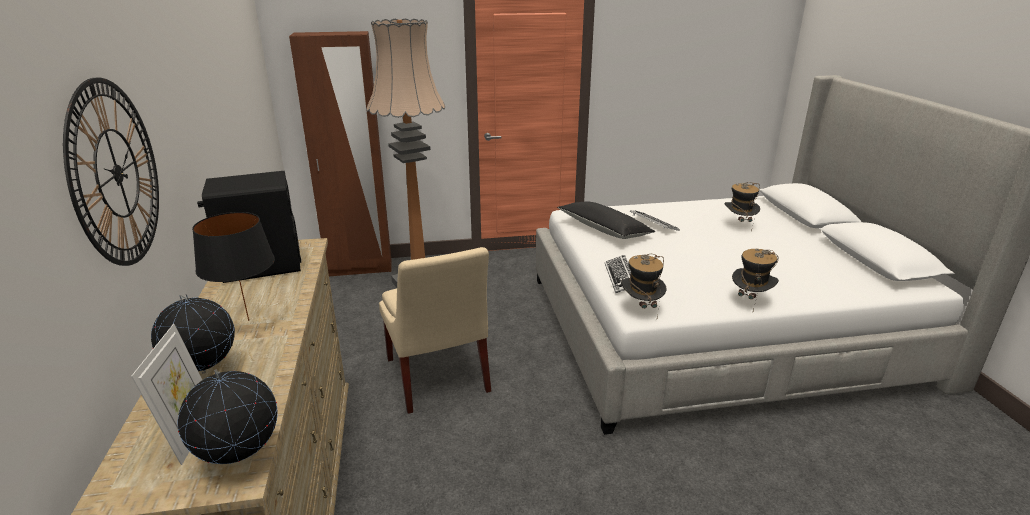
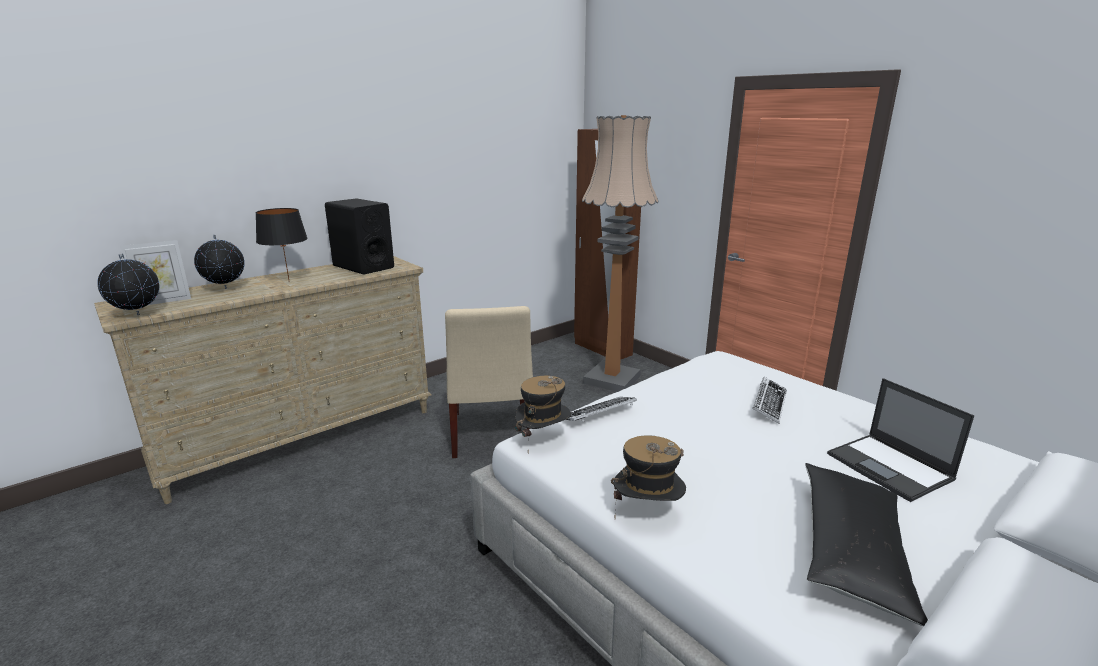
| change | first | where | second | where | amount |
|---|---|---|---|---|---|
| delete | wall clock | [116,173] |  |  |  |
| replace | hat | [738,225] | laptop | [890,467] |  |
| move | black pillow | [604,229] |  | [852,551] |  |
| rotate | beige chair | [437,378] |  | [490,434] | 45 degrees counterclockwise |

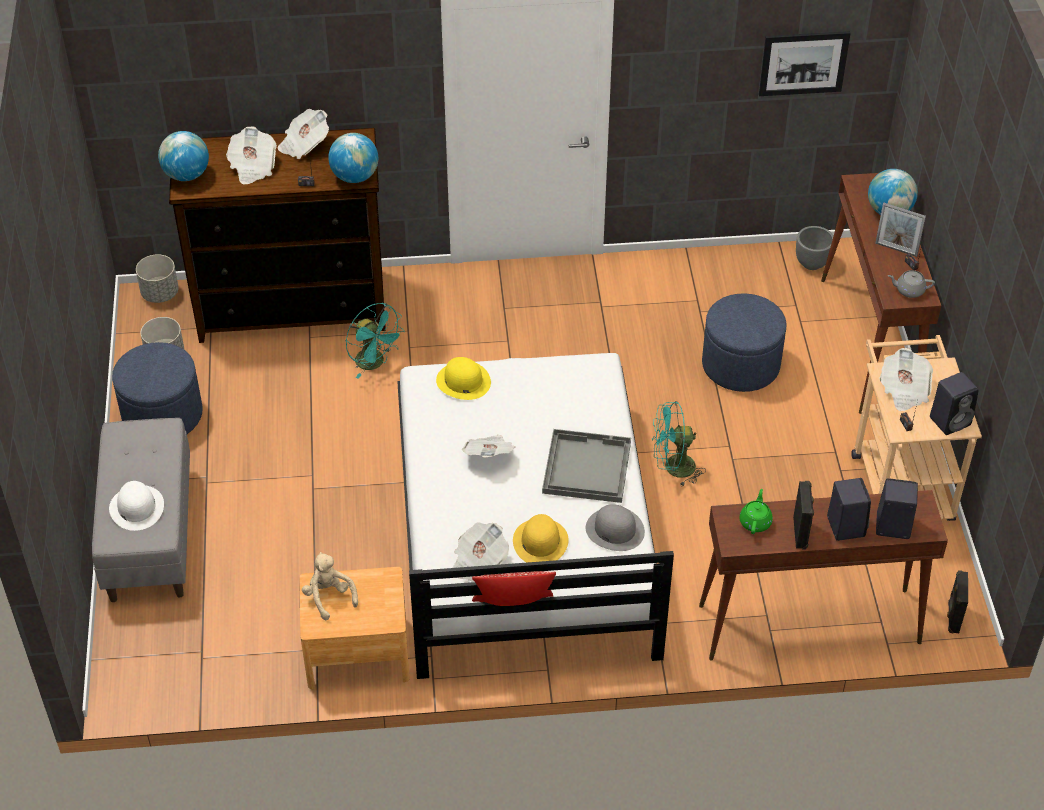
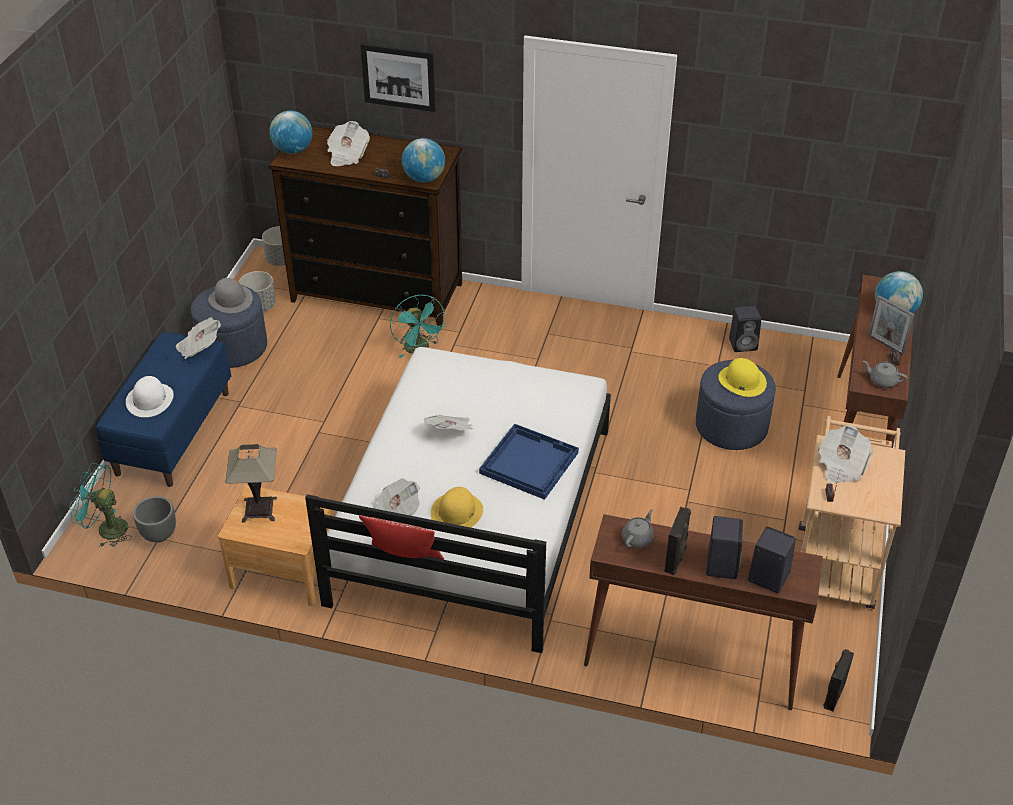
| change | first | where | second | where | amount |
|---|---|---|---|---|---|
| move | picture | [803,63] |  | [398,77] |  |
| move | newspaper | [304,145] |  | [199,347] |  |
| move | grey planter | [811,263] |  | [159,535] |  |
| move | yellow hat | [463,381] |  | [742,380] |  |
| move | black speaker | [950,420] |  | [744,344] |  |
| move | turquoise fan | [673,468] |  | [106,529] |  |
| recolor | grey bench | [149,533] | blue bench | [173,432] |  |
| recolor | grey tray | [586,467] | blue tray | [528,462] |  |
| recolor | green teapot | [755,521] | grey teapot | [638,538] |  |
| move | grey hat | [615,530] |  | [230,299] |  |
| replace | beige plush toy | [329,597] | table lamp | [259,509] |  |

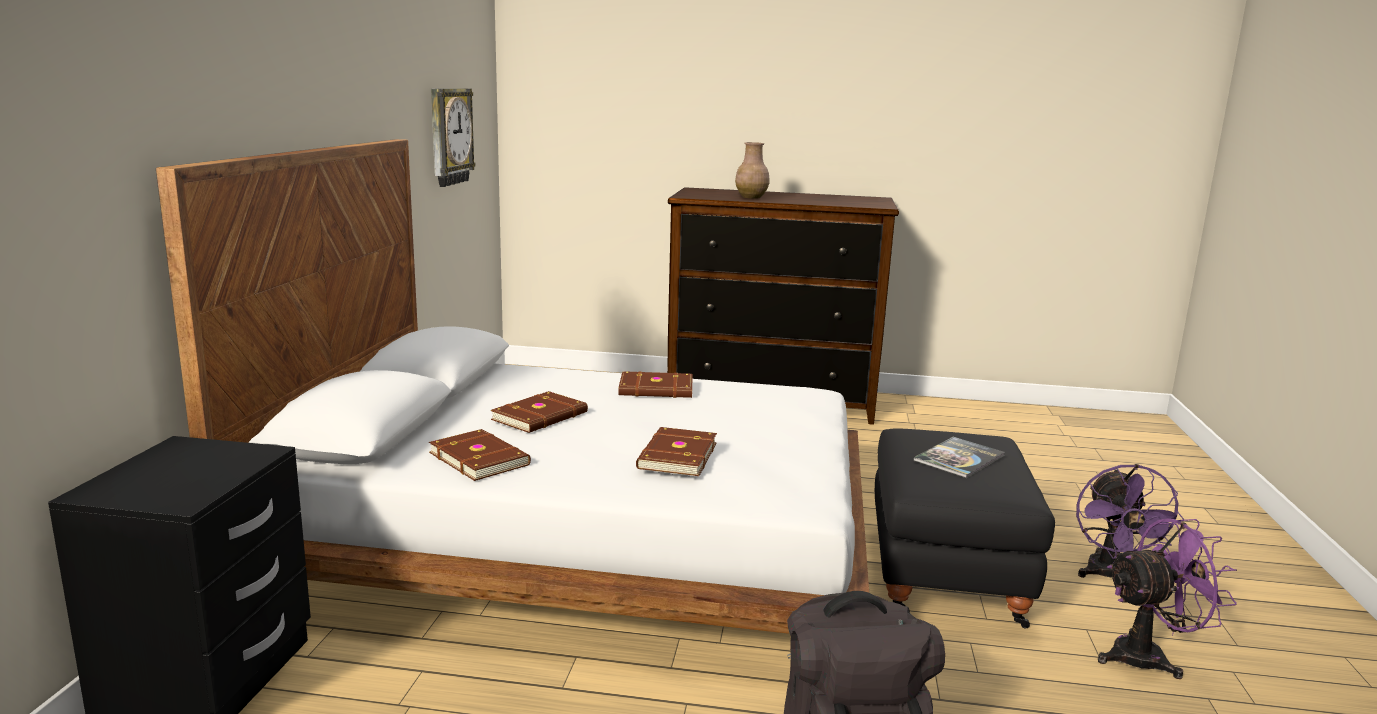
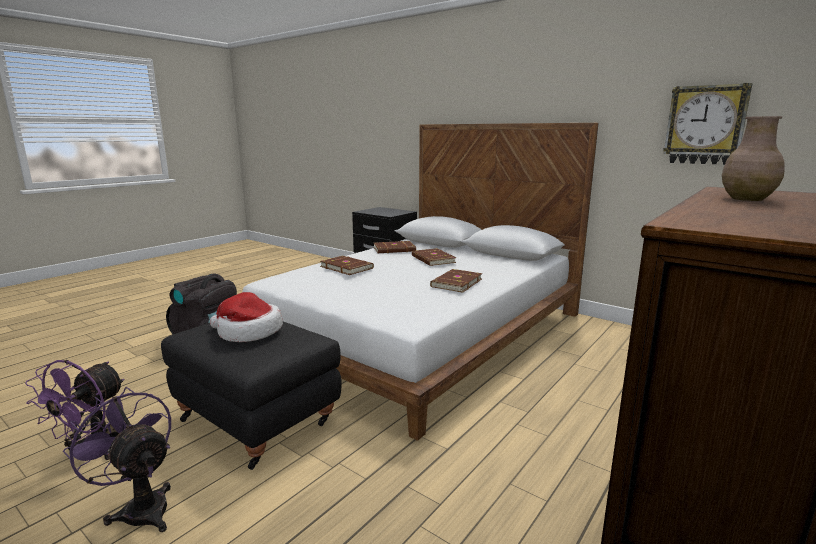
| change | first | where | second | where | amount |
|---|---|---|---|---|---|
| replace | book | [959,458] | hat | [248,332] |  |

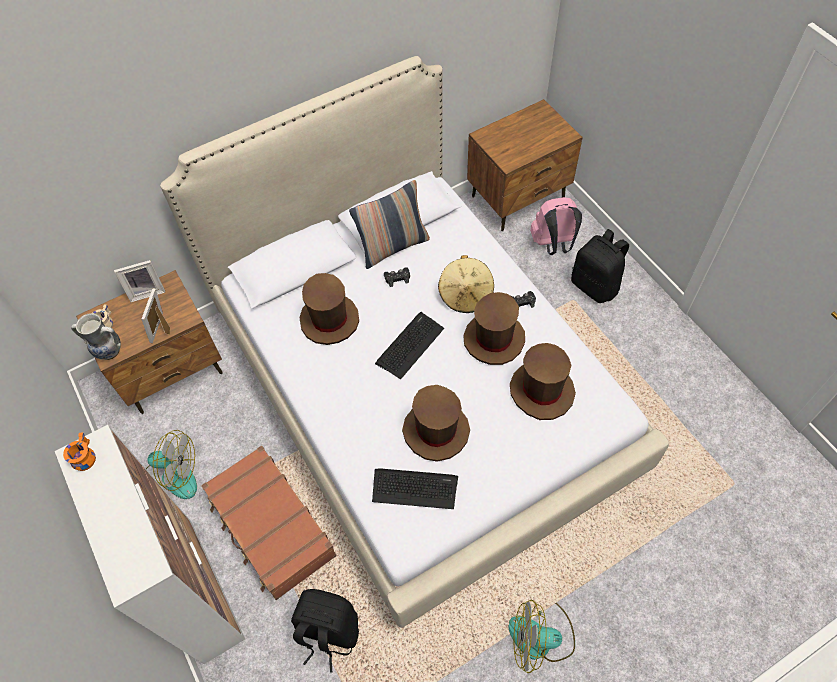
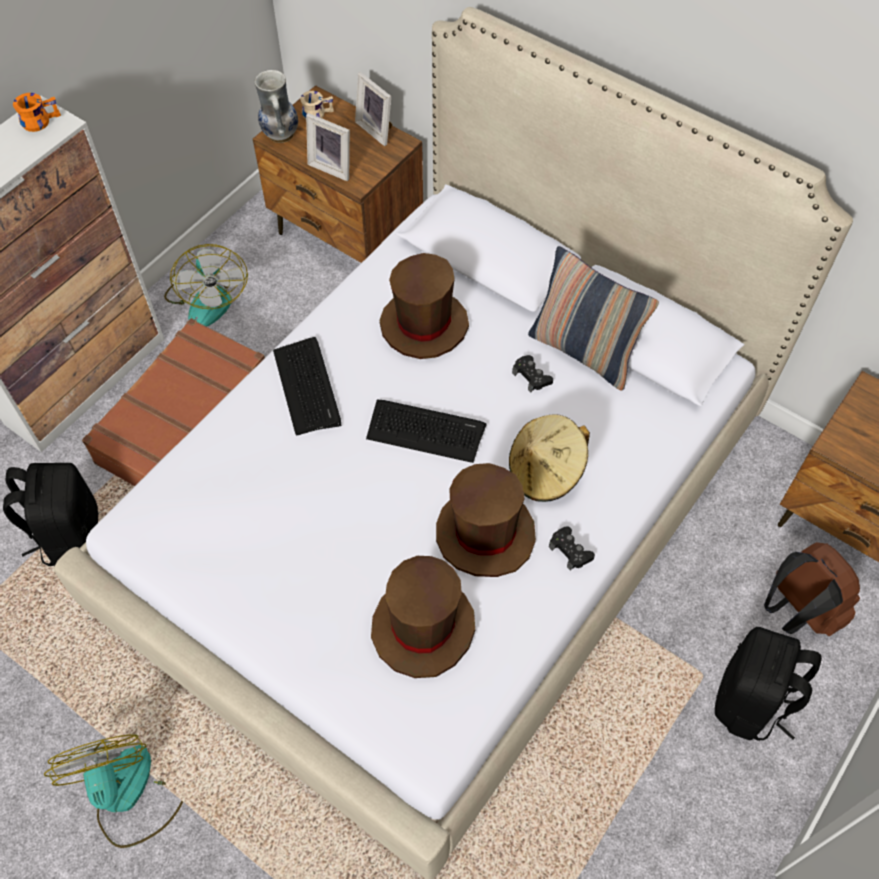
| change | first | where | second | where | amount |
|---|---|---|---|---|---|
| recolor | pink backpack | [553,244] | brown backpack | [797,611] |  |
| rotate | picture frame | [163,328] |  | [333,166] | 135 degrees counterclockwise |
| delete | brown hat | [436,431] |  |  |  |
| move | keyboard | [414,488] |  | [307,387] |  |

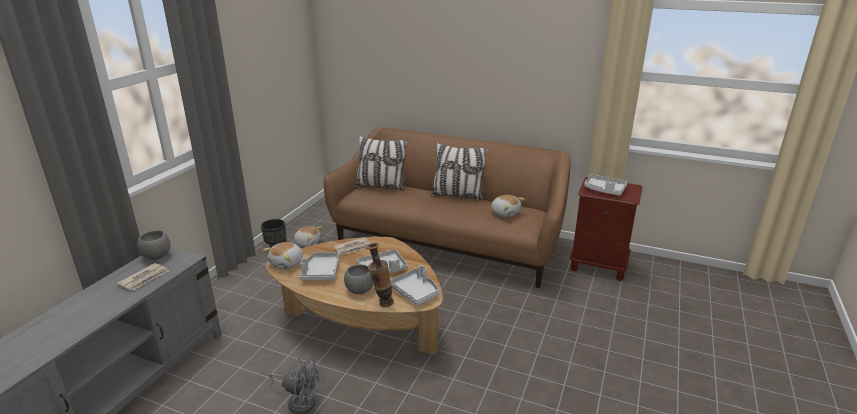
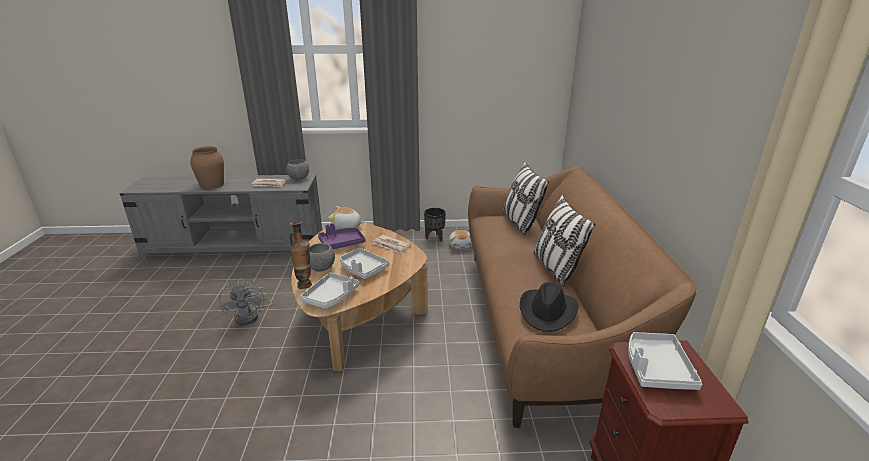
| change | first | where | second | where | amount |
|---|---|---|---|---|---|
| replace | plush toy | [505,213] | black hat | [548,311] |  |
| recolor | grey tray | [320,272] | purple tray | [341,243] |  |
| insert |  |  | brown vase | [212,185] |  |

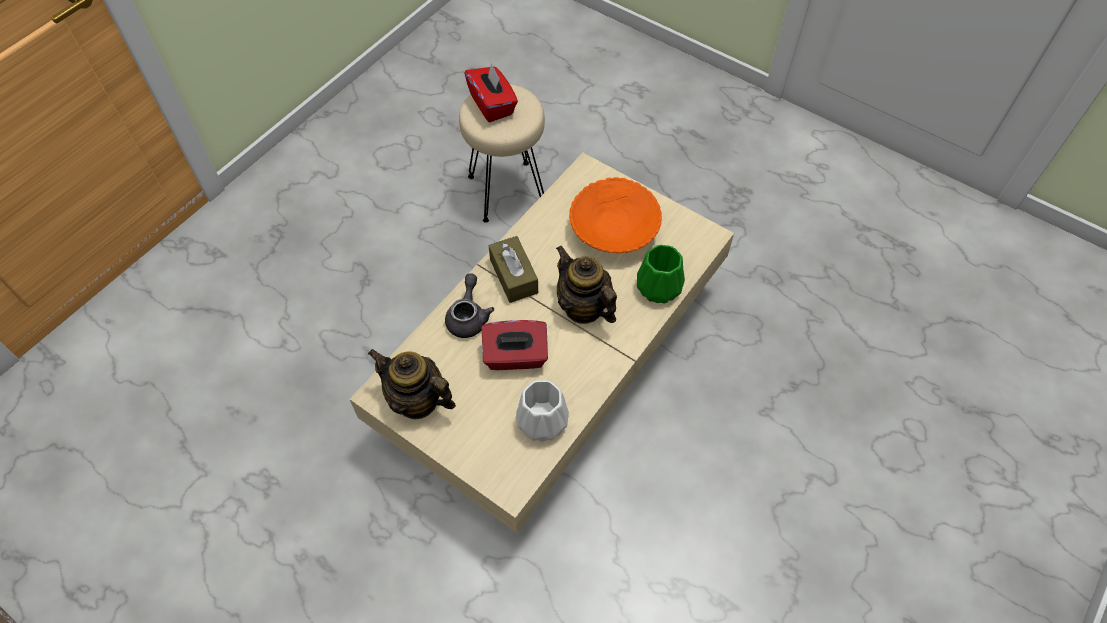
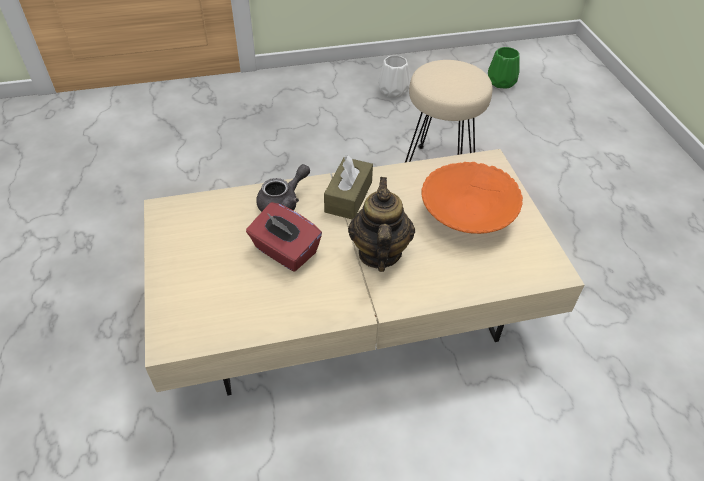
| change | first | where | second | where | amount |
|---|---|---|---|---|---|
| delete | red tissue box | [492,105] |  |  |  |
| move | green vase | [659,287] |  | [502,82] |  |
| delete | teapot | [417,400] |  |  |  |
| move | white vase | [542,423] |  | [392,91] |  |

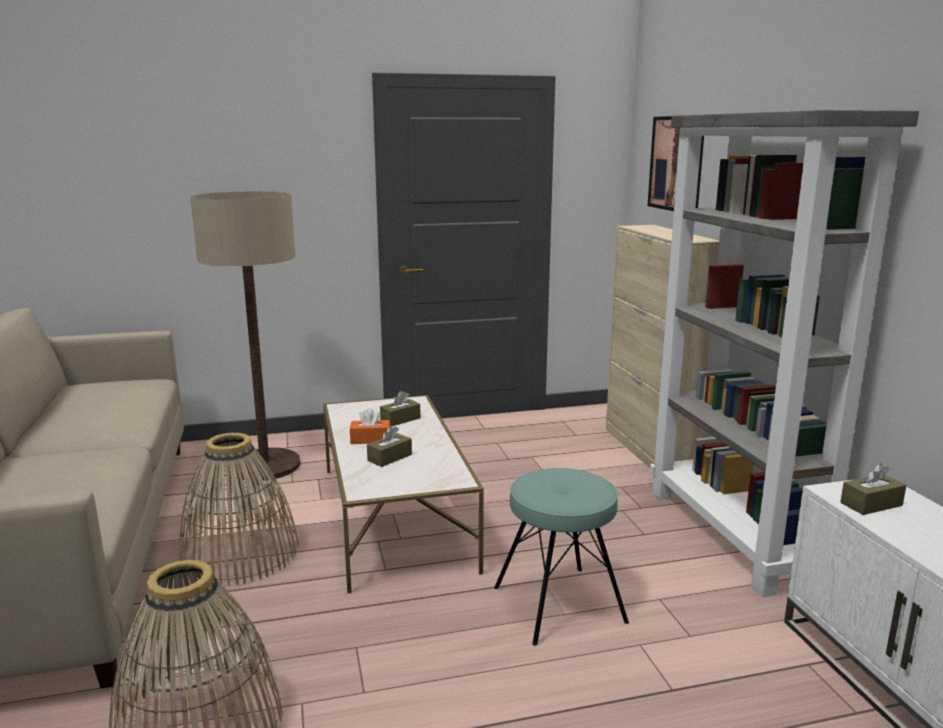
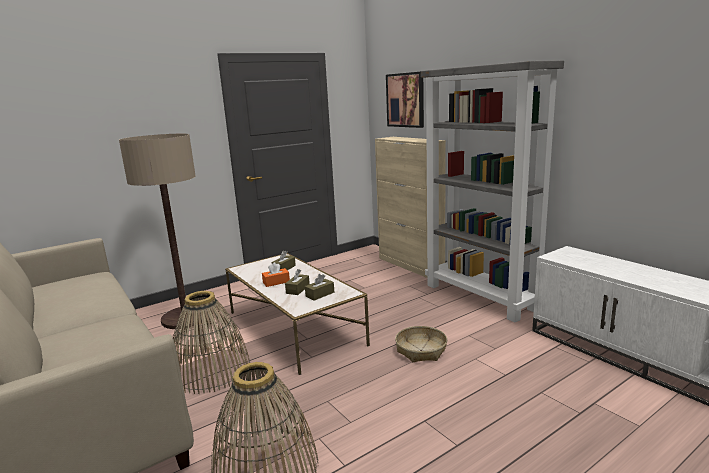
| change | first | where | second | where | amount |
|---|---|---|---|---|---|
| move | brown tissue box | [871,504] |  | [320,294] |  |
| replace | turquoise stool | [558,604] | basket | [421,350] |  |

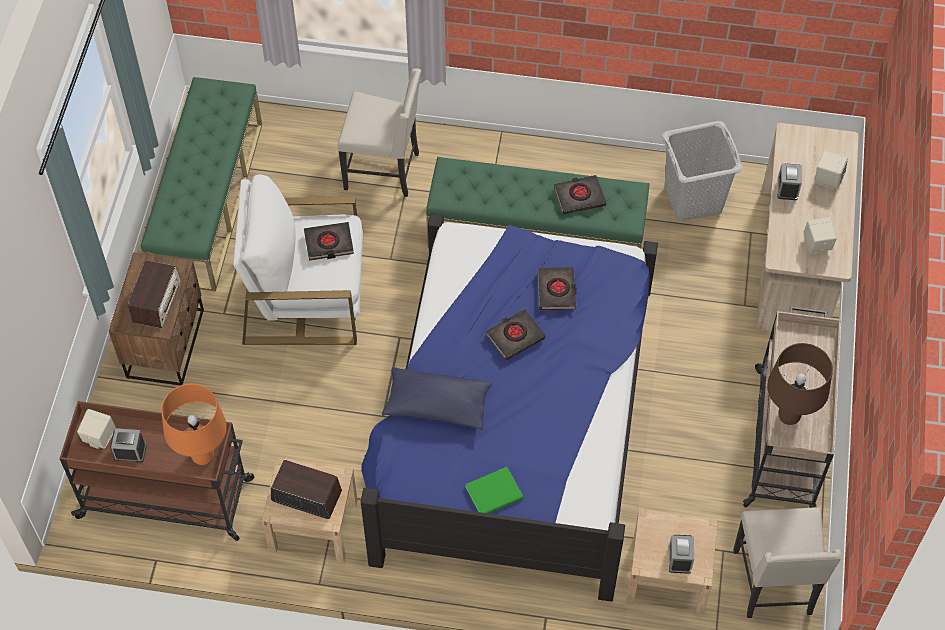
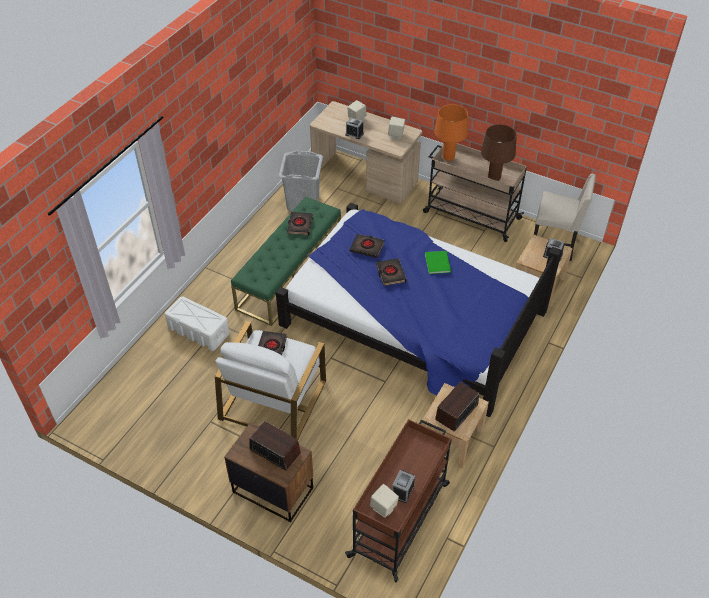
| change | first | where | second | where | amount |
|---|---|---|---|---|---|
| replace | beige chair | [384,170] | white storage box | [199,331] |  |
| delete | green bench | [208,201] |  |  |  |
| delete | blue pillow | [437,405] |  |  |  |
| move | orange table lamp | [202,457] |  | [448,158] |  |
| move | green book | [496,493] |  | [438,262] |  |

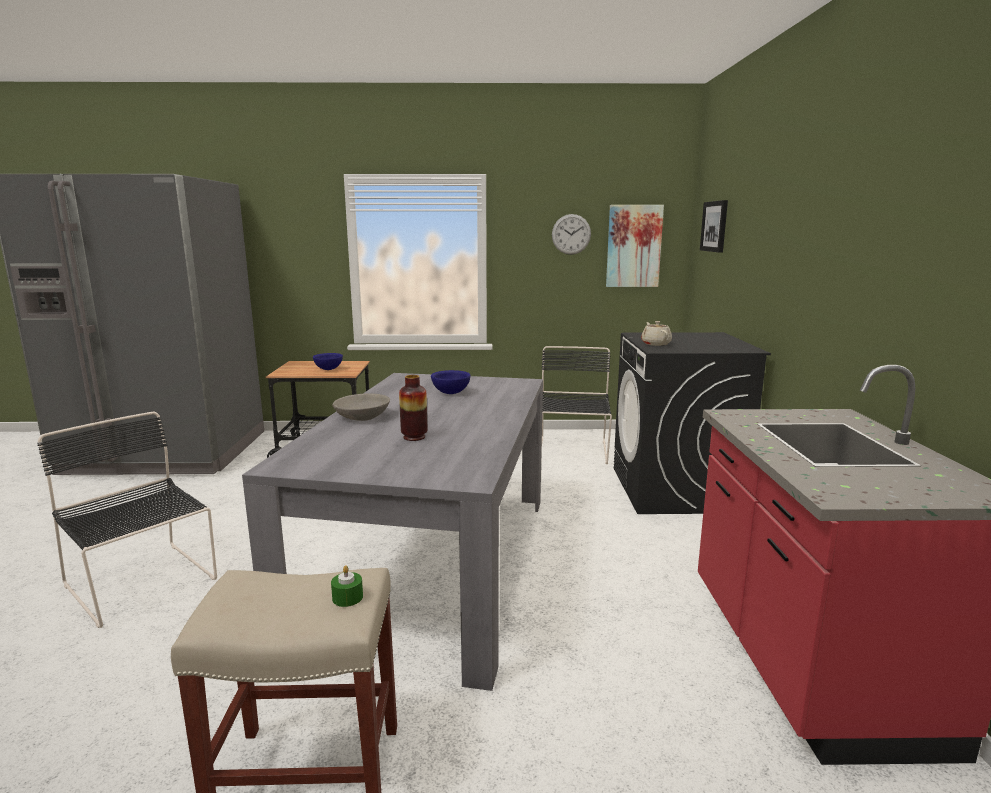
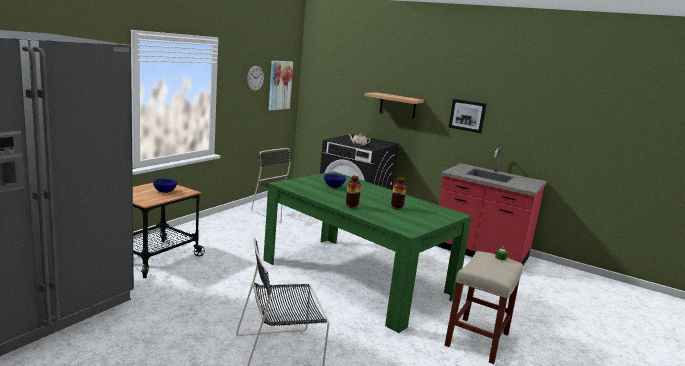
| change | first | where | second | where | amount |
|---|---|---|---|---|---|
| move | picture | [715,226] |  | [467,115] |  |
| recolor | grey dining table | [433,564] | green dining table | [357,278] |  |
| replace | grey bowl | [362,416] | vase | [351,206] |  |
| insert |  |  | shelf | [397,105] |  |

